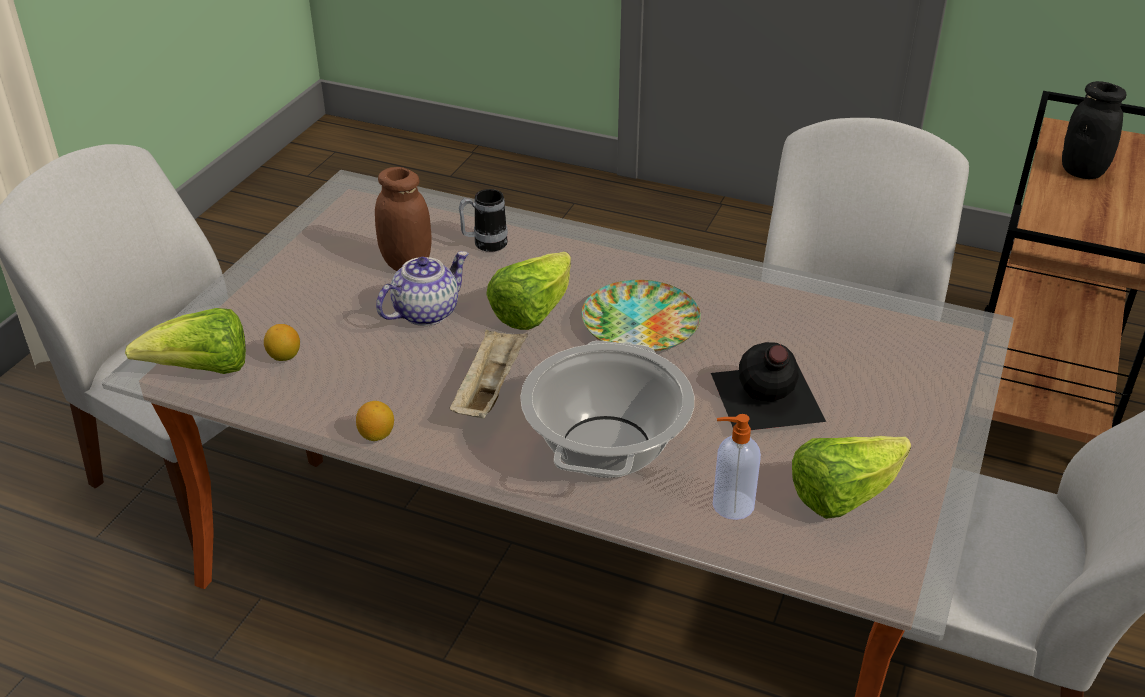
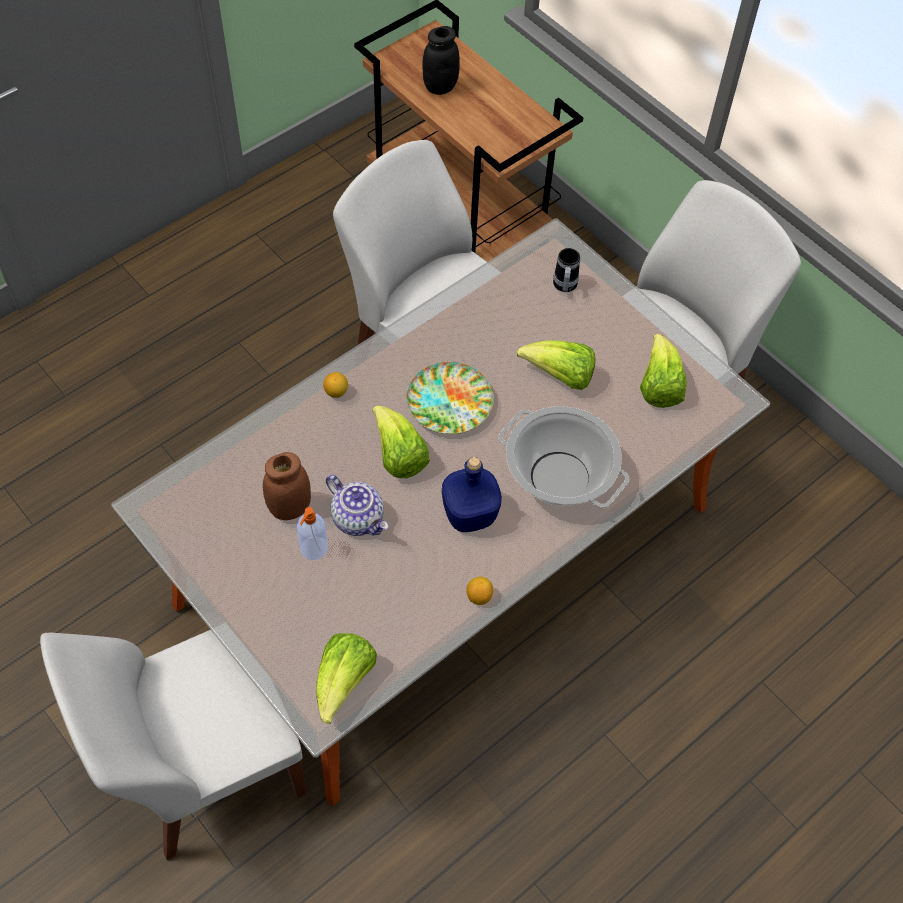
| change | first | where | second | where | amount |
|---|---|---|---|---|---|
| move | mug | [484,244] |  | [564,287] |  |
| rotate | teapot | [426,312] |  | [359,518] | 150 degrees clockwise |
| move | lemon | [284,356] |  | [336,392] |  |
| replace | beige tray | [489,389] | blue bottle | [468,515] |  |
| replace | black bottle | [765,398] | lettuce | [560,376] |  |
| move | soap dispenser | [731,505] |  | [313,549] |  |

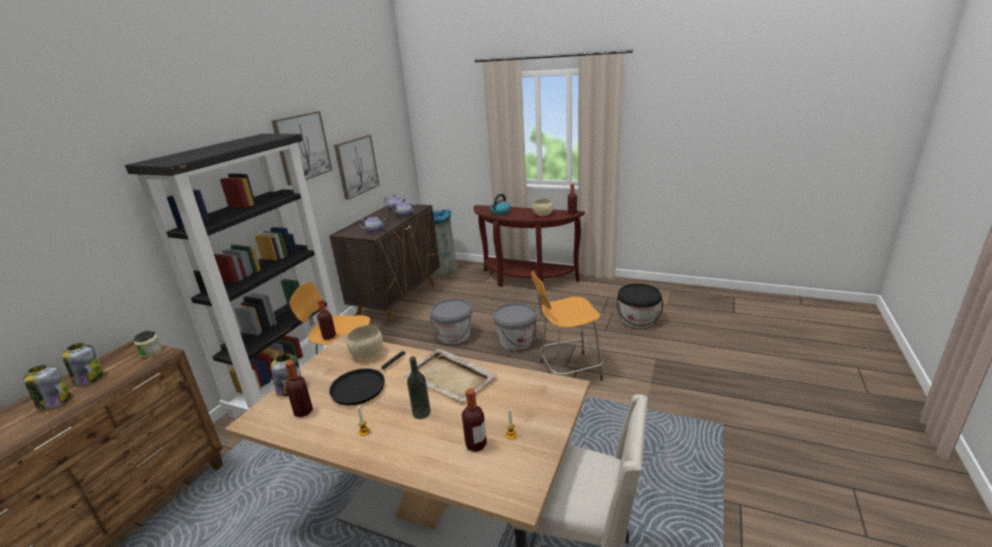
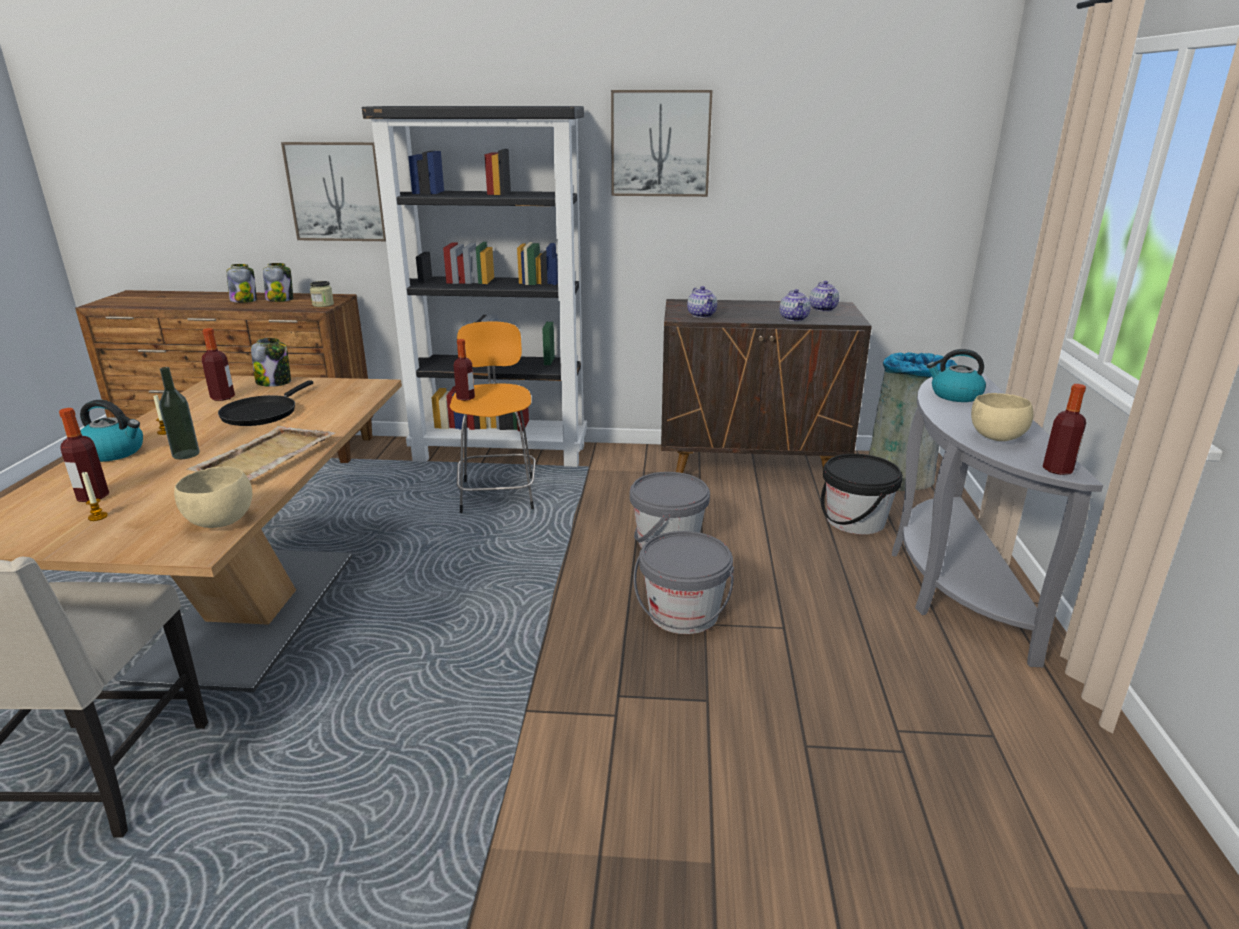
| change | first | where | second | where | amount |
|---|---|---|---|---|---|
| move | picture | [356,166] |  | [337,192] |  |
| recolor | brown console table | [525,280] | grey console table | [951,582] |  |
| delete | orange stool | [568,371] |  |  |  |
| move | black bucket | [637,320] |  | [855,521] |  |
| move | beige bowl | [368,354] |  | [220,522] |  |
| rotate | black frying pan | [362,387] |  | [262,413] | 90 degrees counterclockwise |
| insert |  |  | kettle | [115,452] |  |

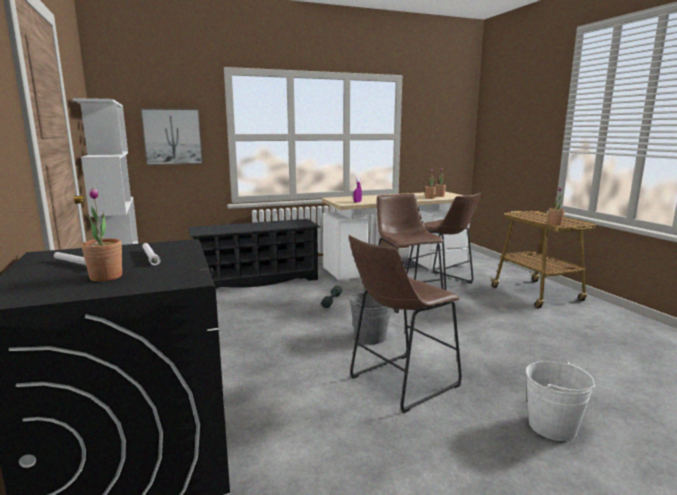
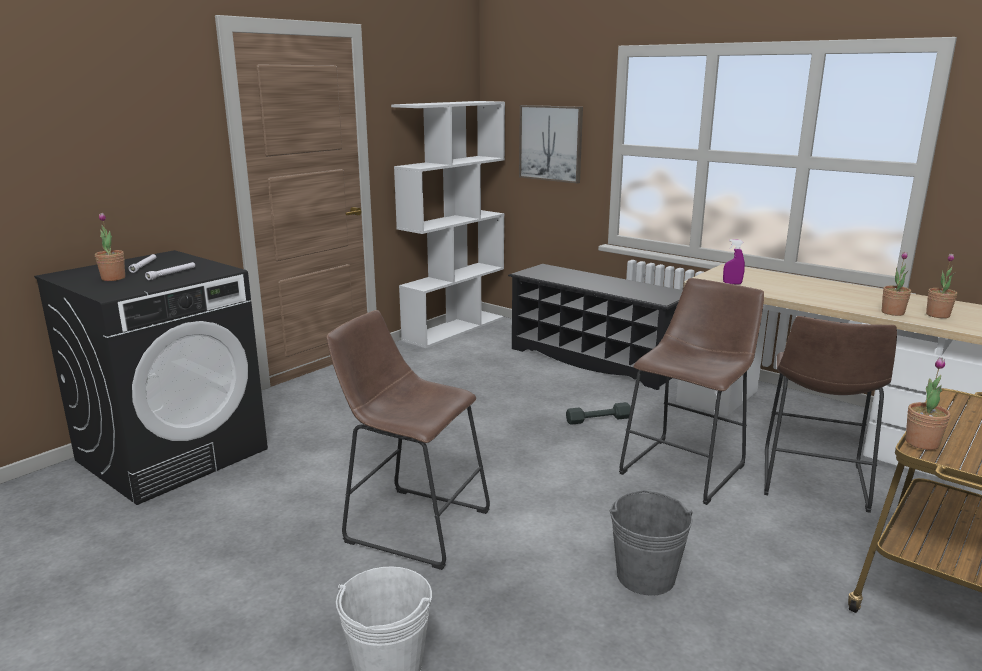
| change | first | where | second | where | amount |
|---|---|---|---|---|---|
| move | grey bucket | [370,337] |  | [645,576] |  |

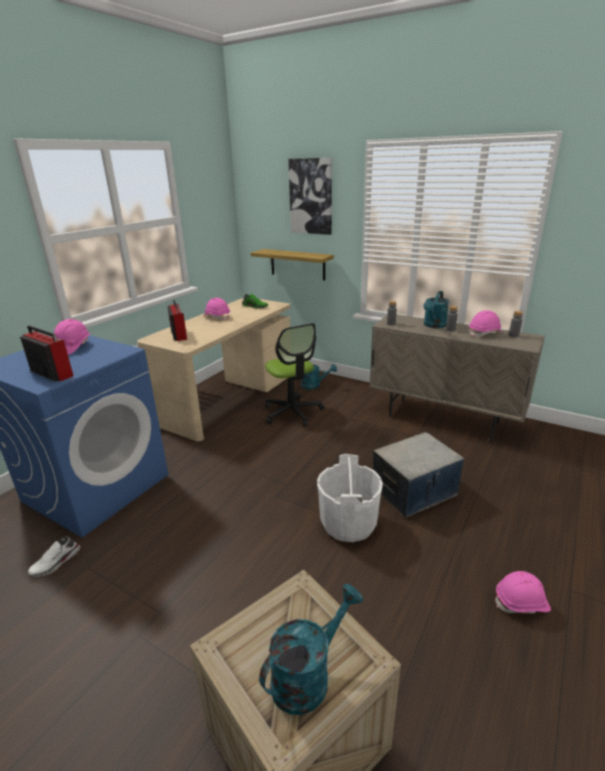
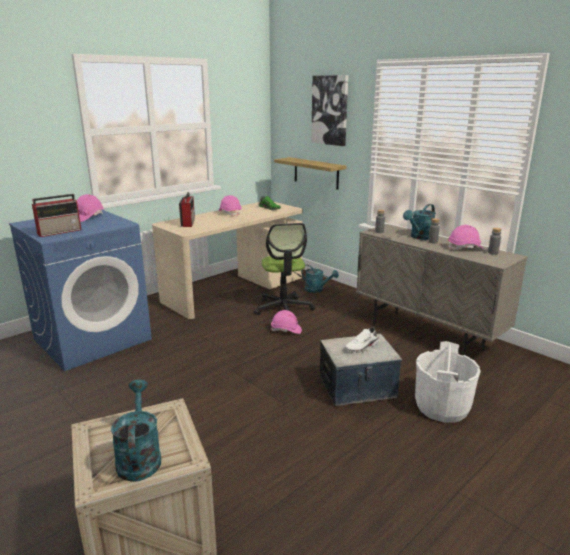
| change | first | where | second | where | amount |
|---|---|---|---|---|---|
| rotate | radio | [51,373] |  | [60,231] | 90 degrees clockwise |
| move | white bucket | [348,523] |  | [442,407] |  |
| move | white shoe | [56,562] |  | [362,347] |  |
| move | pink hard hat | [521,603] |  | [286,330] |  |
| rotate | turquoise watering can | [308,674] |  | [139,457] | 75 degrees counterclockwise |

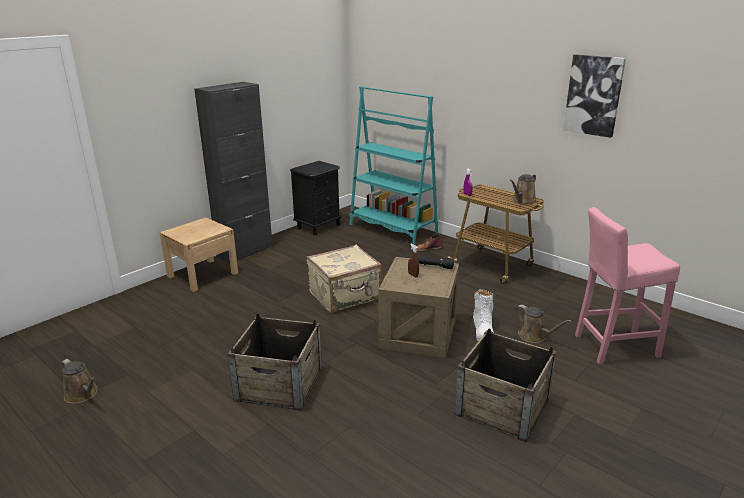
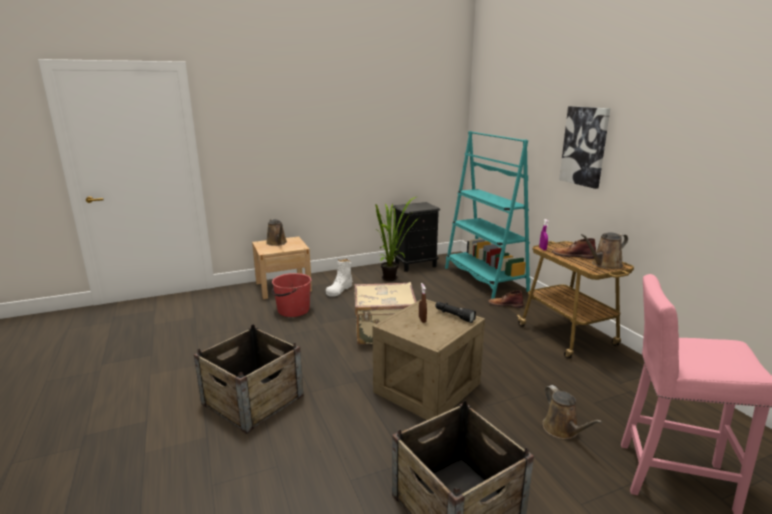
| change | first | where | second | where | amount |
|---|---|---|---|---|---|
| move | picture | [594,95] |  | [584,146] |  |
| delete | black cabinet | [245,251] |  |  |  |
| move | white boot | [483,330] |  | [339,290] |  |
| move | brown watering can | [83,394] |  | [277,243] |  |
| insert |  |  | potted plant | [393,279] |  |
| insert |  |  | brown boot | [573,255] |  |
| insert |  |  | red bucket | [293,310] |  |

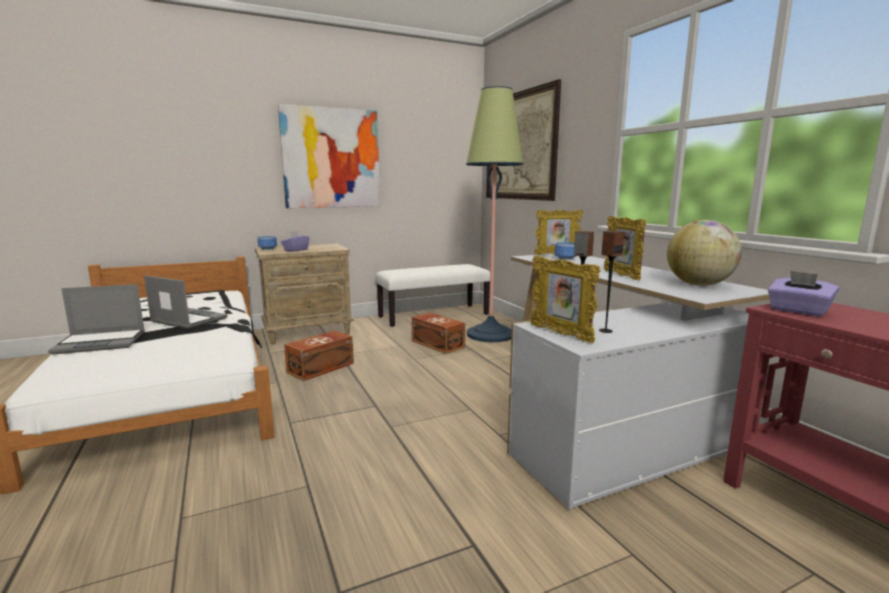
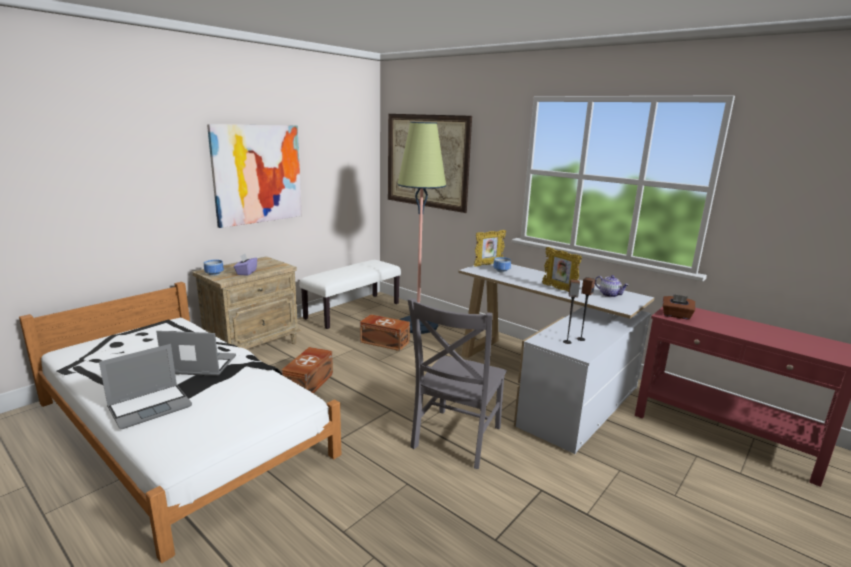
| change | first | where | second | where | amount |
|---|---|---|---|---|---|
| replace | globe | [699,284] | teapot | [610,295] |  |
| delete | picture frame | [561,334] |  |  |  |
| recolor | purple tissue box | [798,311] | brown tissue box | [676,315] |  |
| insert |  |  | grey chair | [455,439] |  |

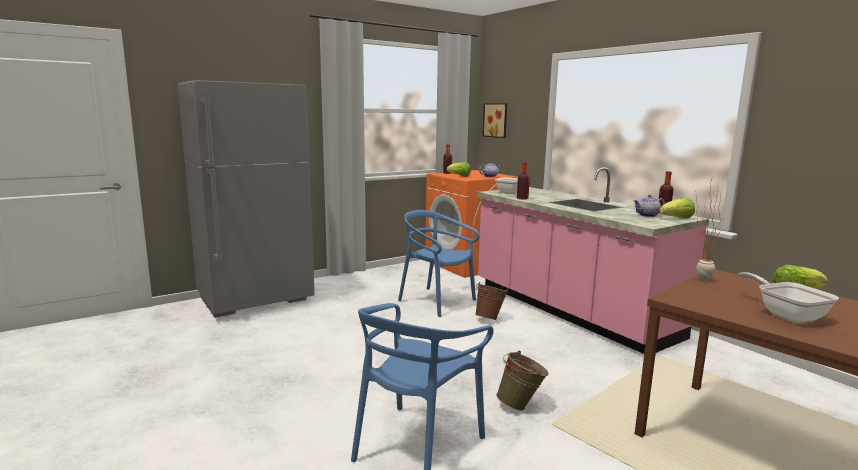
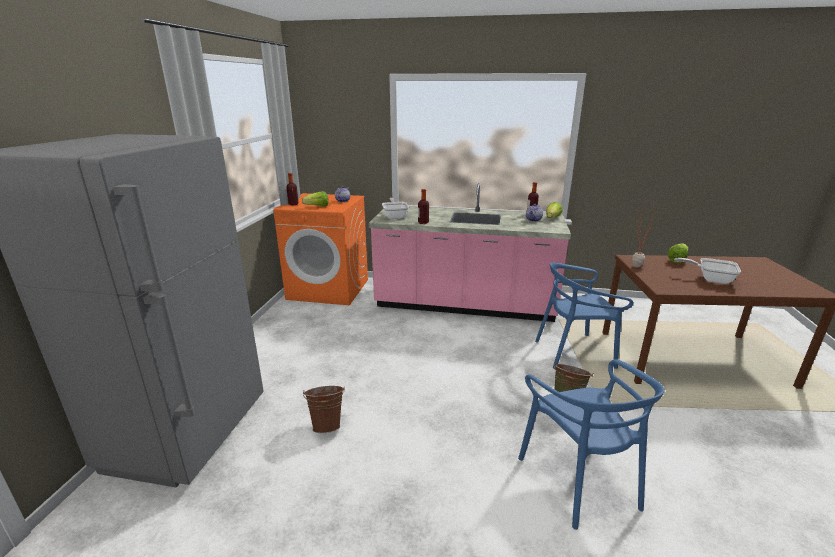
| change | first | where | second | where | amount |
|---|---|---|---|---|---|
| delete | picture | [496,120] |  |  |  |
| move | blue chair | [436,301] |  | [574,352] |  |
| move | brown bucket | [490,318] |  | [327,425] |  |

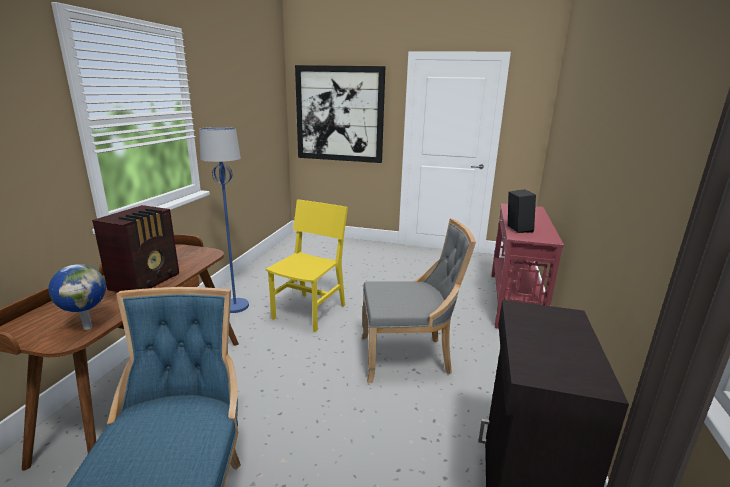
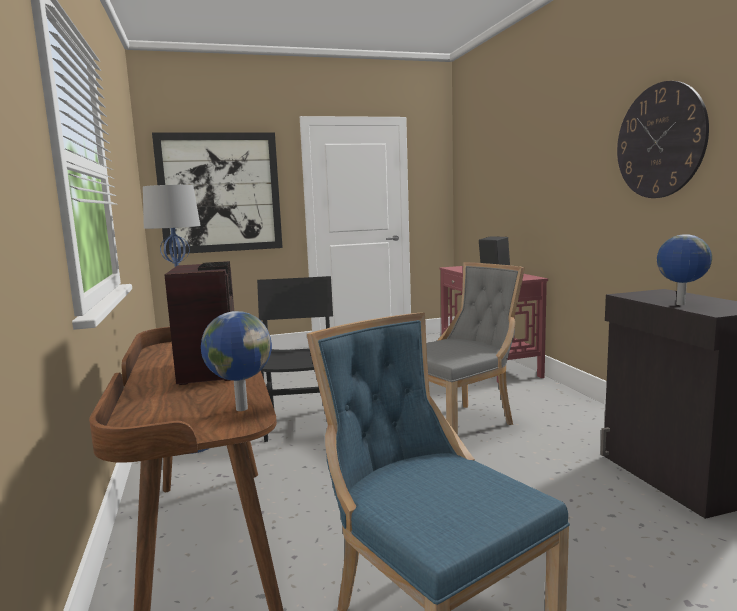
| change | first | where | second | where | amount |
|---|---|---|---|---|---|
| recolor | yellow chair | [309,311] | black chair | [301,423] |  |
| insert |  |  | wall clock | [660,141] |  |
| insert |  |  | globe | [680,304] |  |

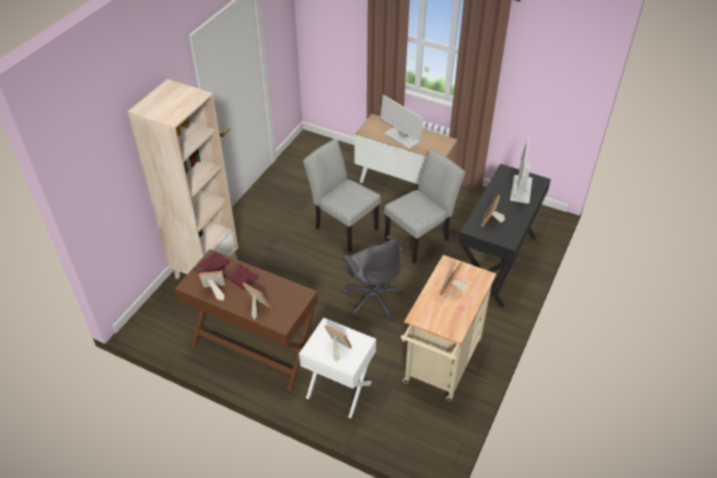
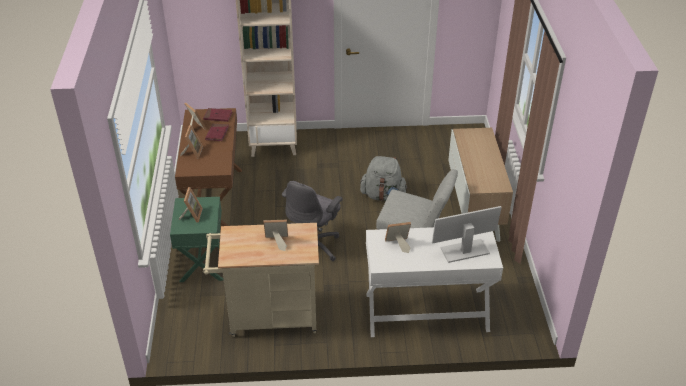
| change | first | where | second | where | amount |
|---|---|---|---|---|---|
| delete | monitor | [402,137] |  |  |  |
| replace | grey chair | [343,226] | grey backpack | [383,195] |  |
| recolor | black desk | [496,263] | white desk | [426,313] |  |
| recolor | white nightstand | [338,390] | green nightstand | [202,264] |  |

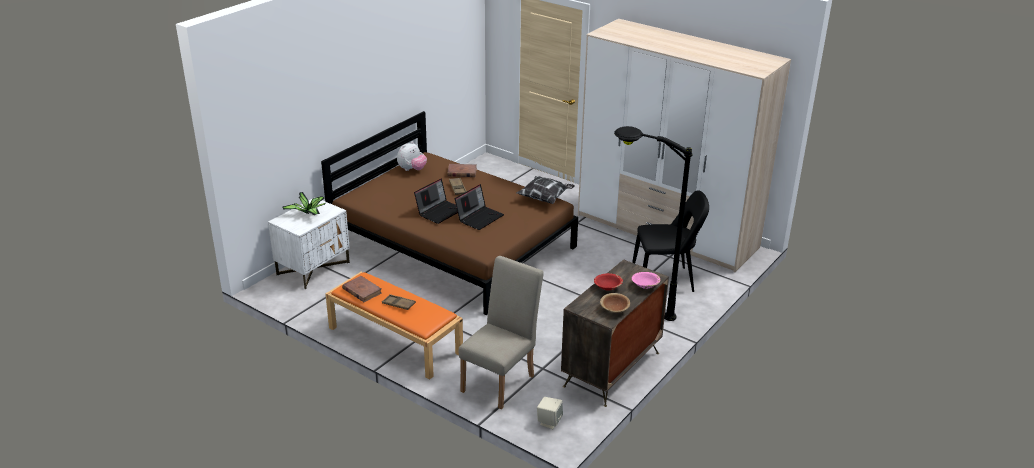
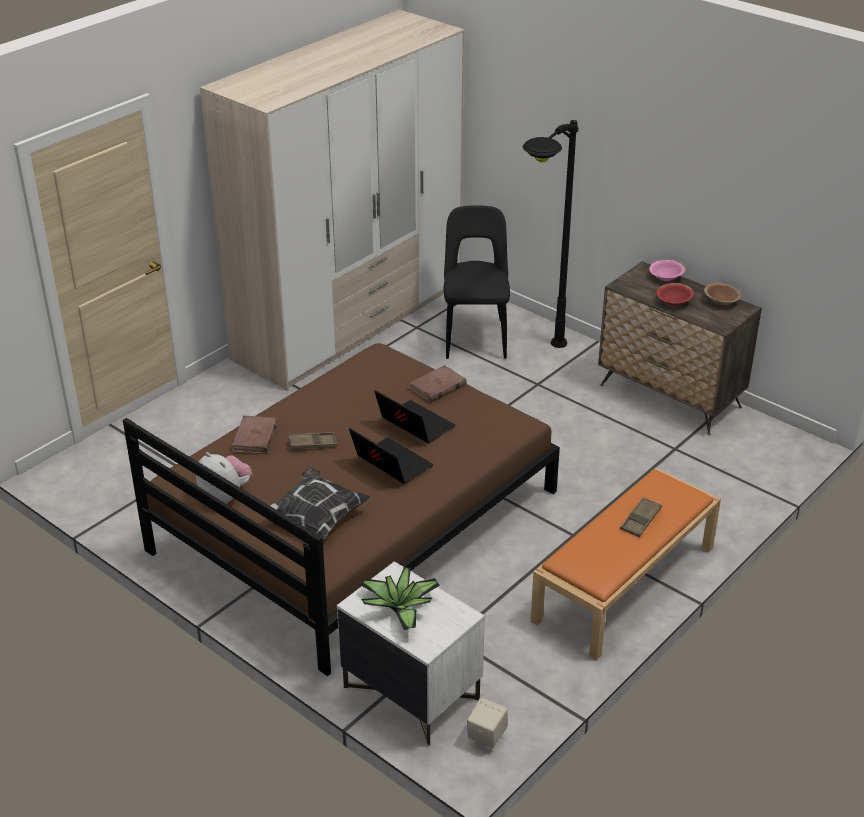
| change | first | where | second | where | amount |
|---|---|---|---|---|---|
| move | pillow | [545,198] |  | [317,516] |  |
| delete | beige chair | [501,380] |  |  |  |
| move | brown book | [362,291] |  | [437,387] |  |
| move | beige speaker | [549,422] |  | [486,738] |  |

